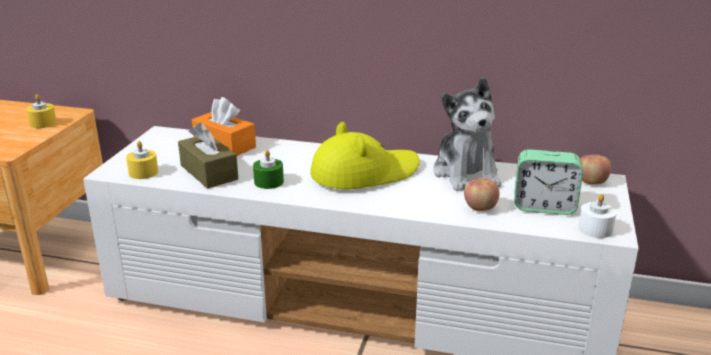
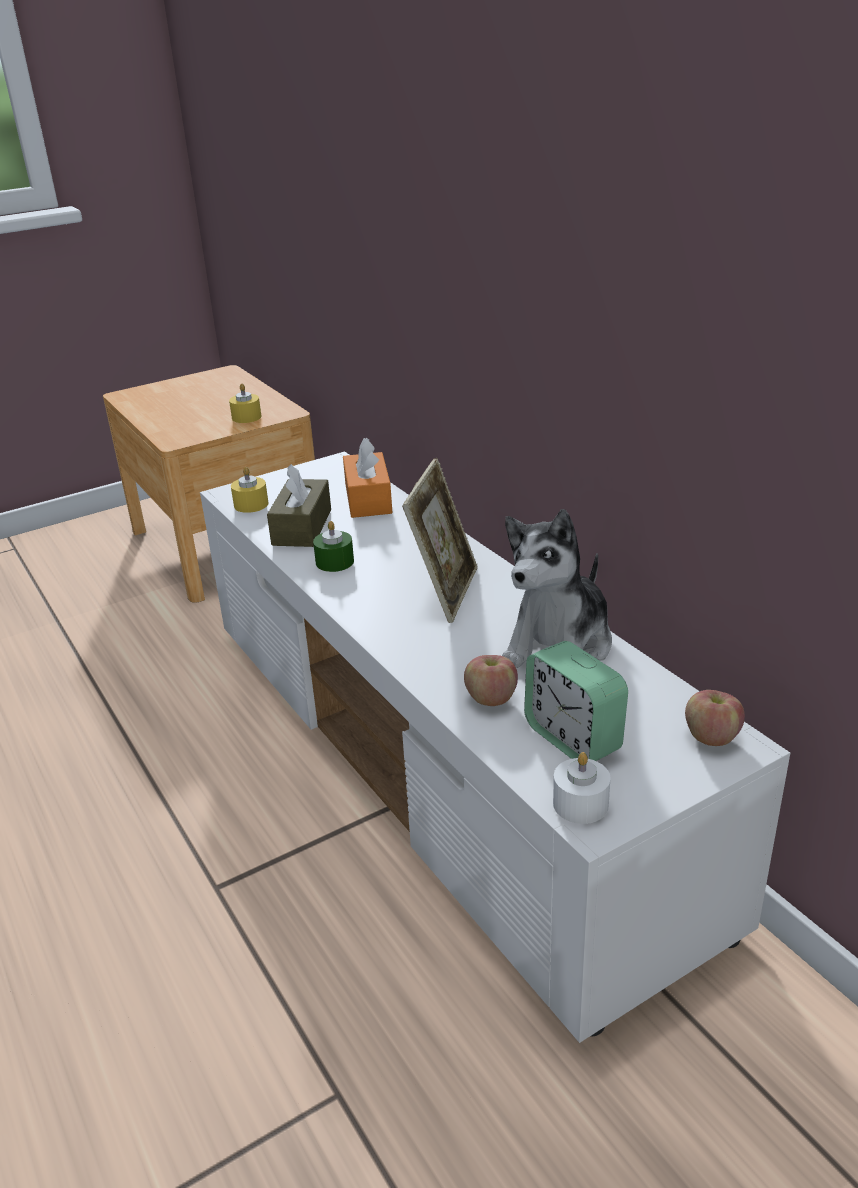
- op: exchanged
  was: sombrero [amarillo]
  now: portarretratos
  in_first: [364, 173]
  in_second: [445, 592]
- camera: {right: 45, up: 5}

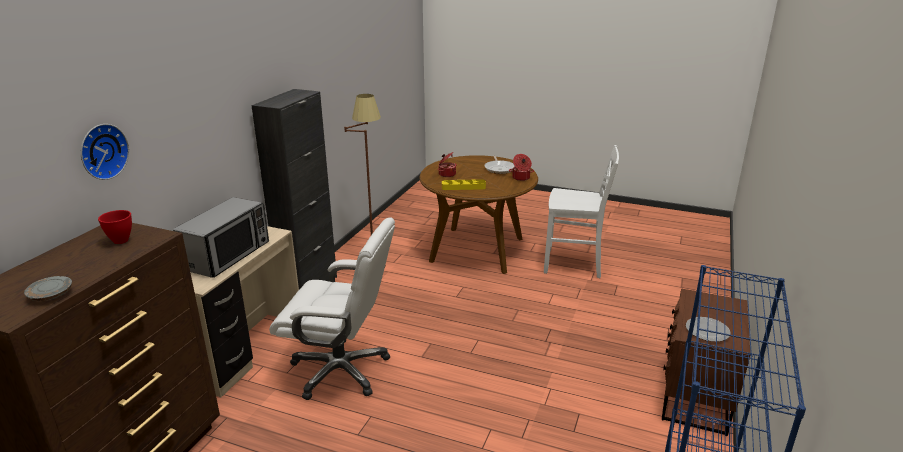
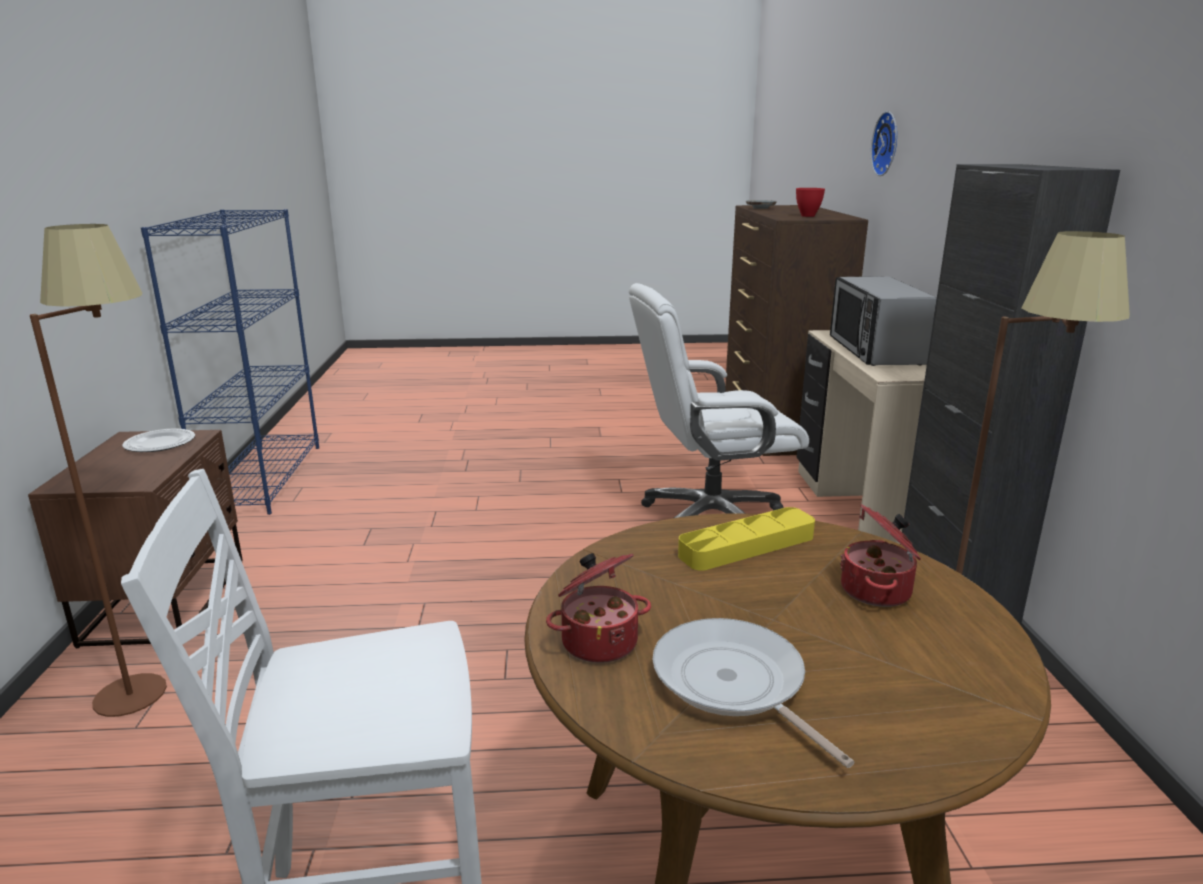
- op: appeared
  now: lámpara de pie [marrón]
  in_second: [160, 694]
- camera: {right: 155, up: -5}

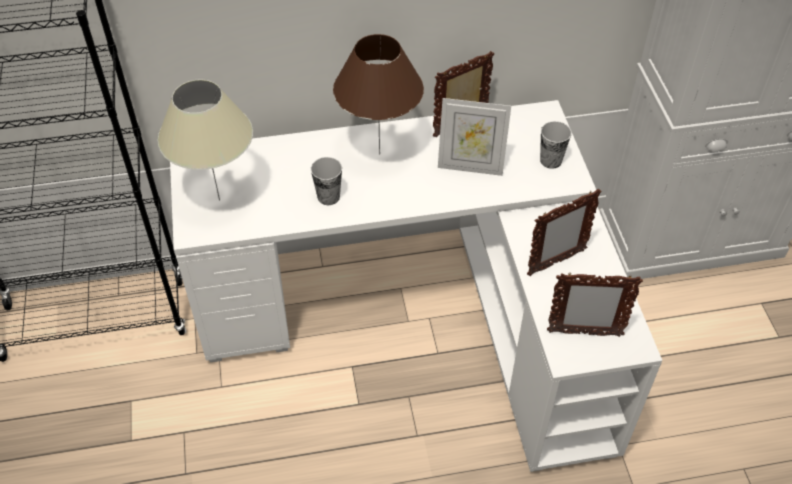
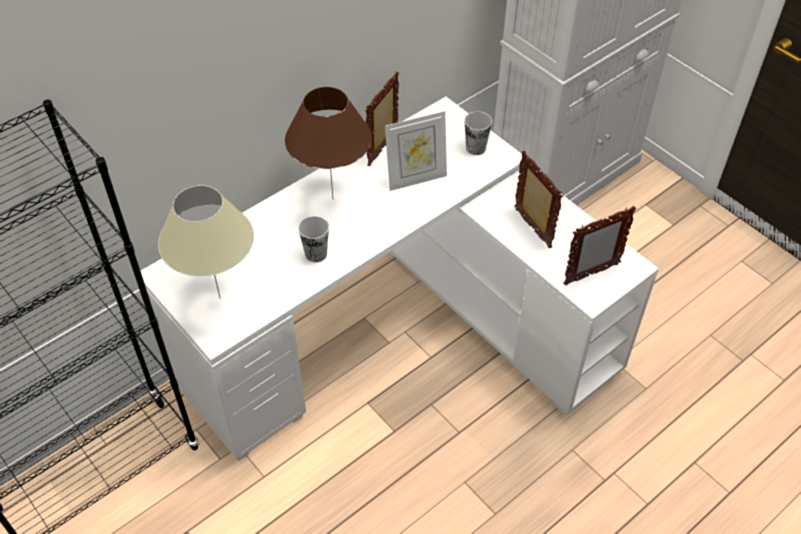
- op: spun
  was: portarretratos
  in_first: [555, 262]
  in_second: [532, 229]
  clockwise: -60
- camera: {right: -30, up: 0}

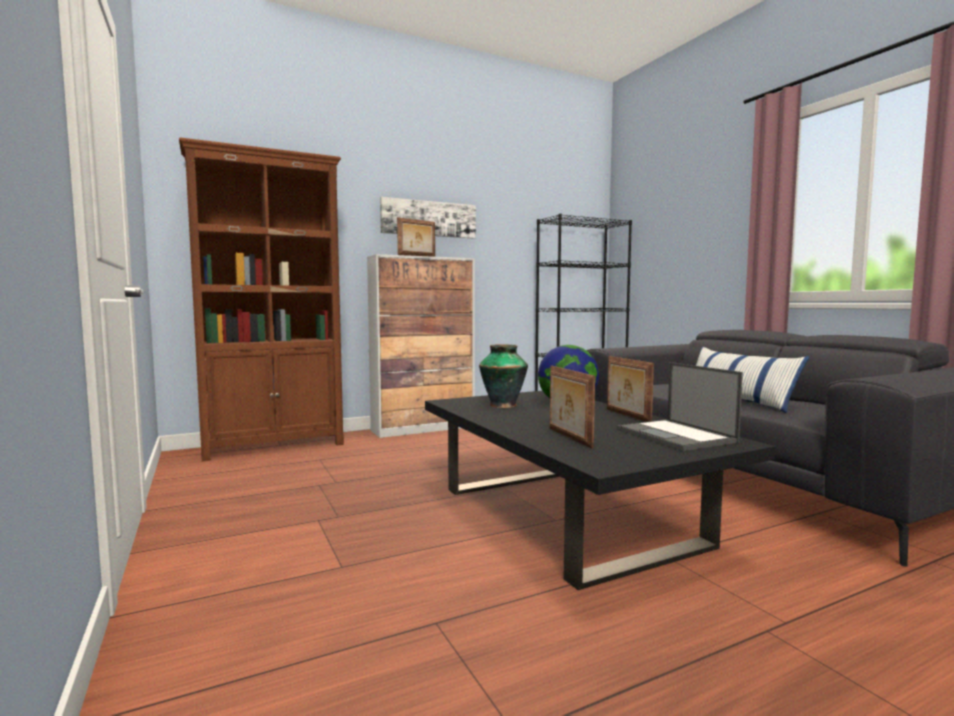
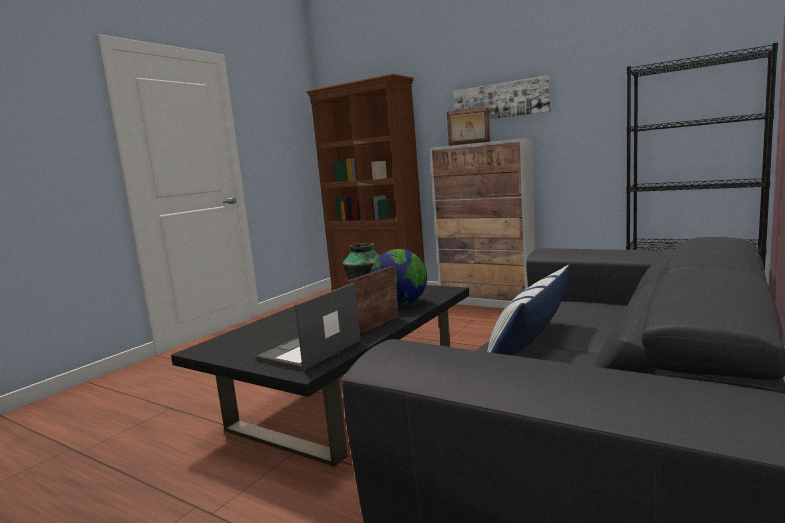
- op: missing
  was: portarretratos
  in_first: [568, 437]
- camera: {right: 60, up: 5}

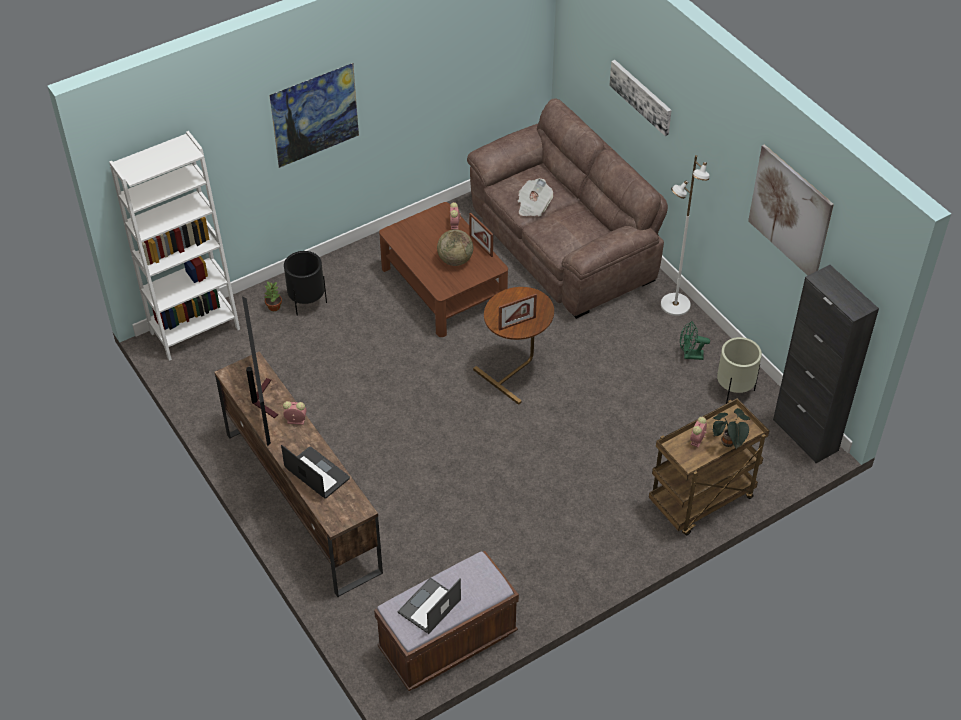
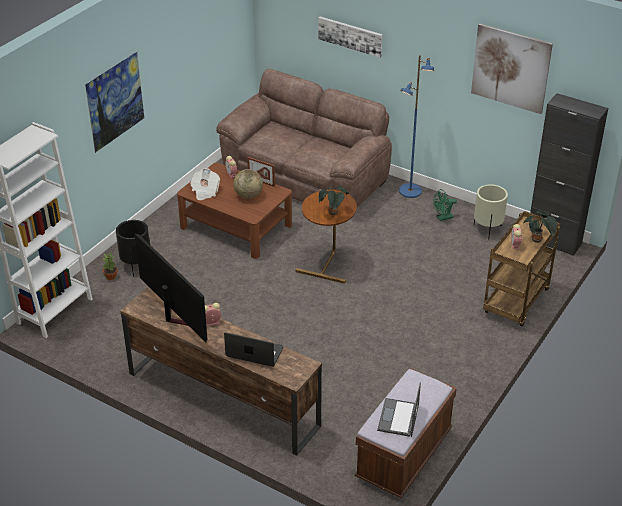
- op: colour
  was: lámpara de pie [blanco]
  now: lámpara de pie [azul]
  in_first: [675, 305]
  in_second: [410, 191]
- op: relocated
  was: periódico
  in_first: [533, 206]
  in_second: [205, 191]
- op: exchanged
  was: portarretratos
  now: planta en maceta
  in_first: [517, 323]
  in_second: [333, 213]
- camera: {right: -25, up: -10}

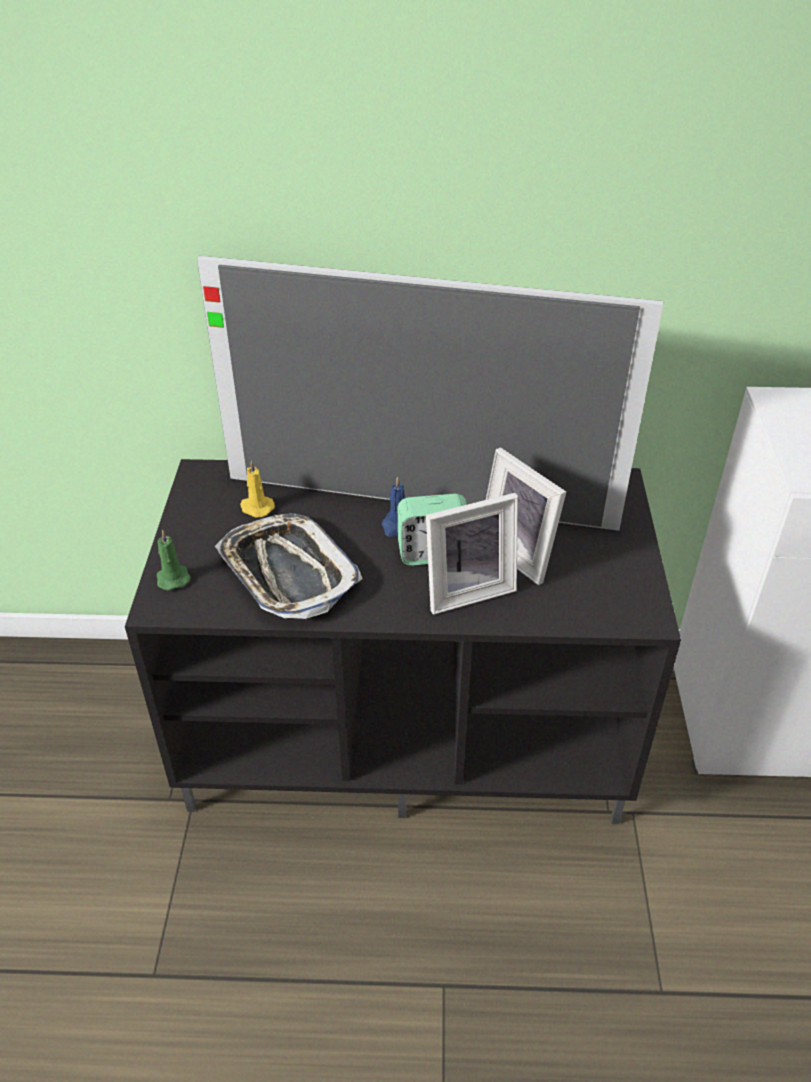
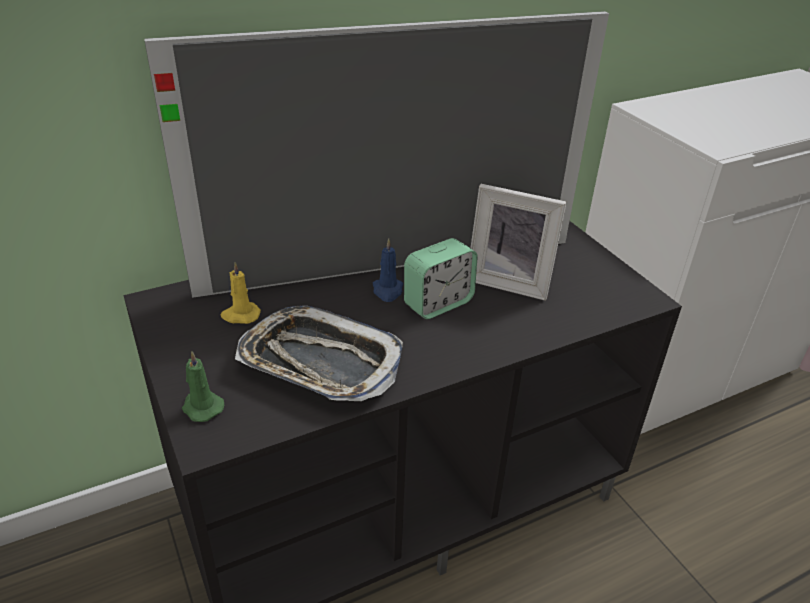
- op: missing
  was: portarretratos
  in_first: [467, 589]
- camera: {right: -30, up: -5}

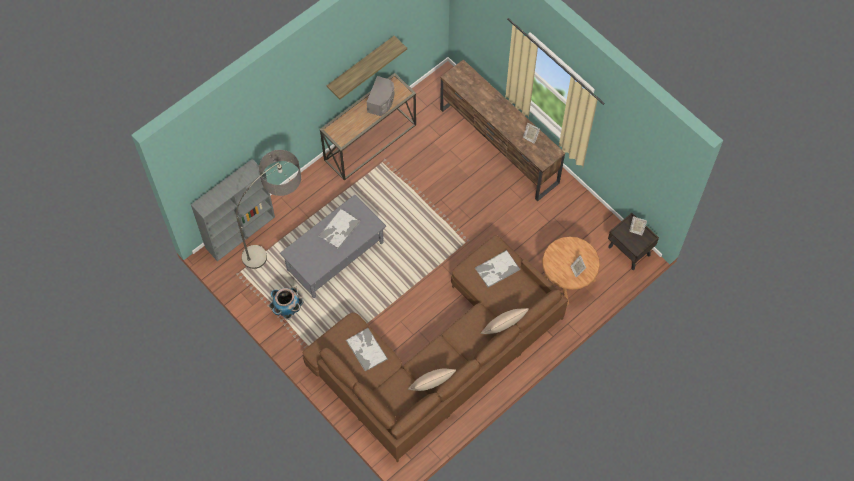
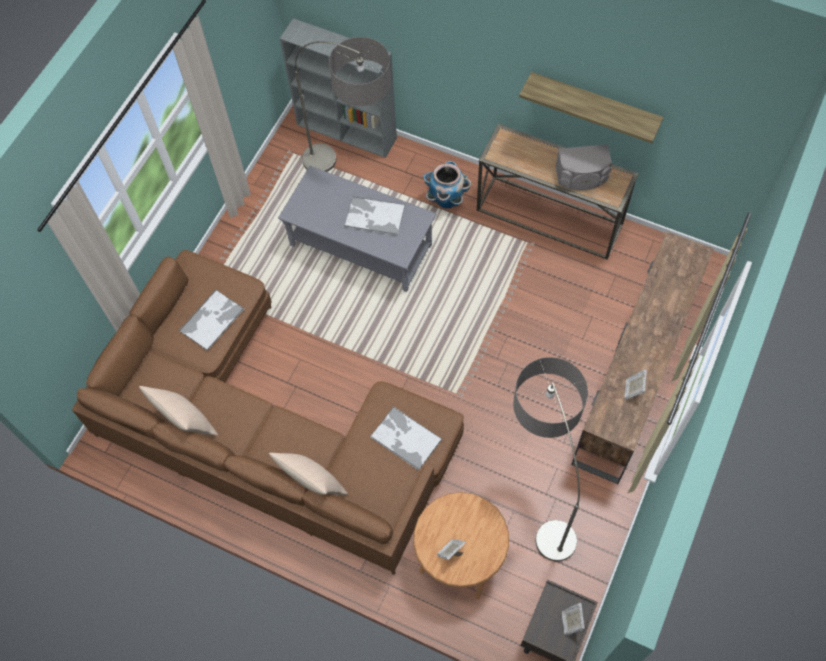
- op: relocated
  was: maceta
  in_first: [287, 310]
  in_second: [446, 199]
- op: appeared
  now: lámpara de pie
  in_second: [539, 495]
- camera: {right: 70, up: 0}

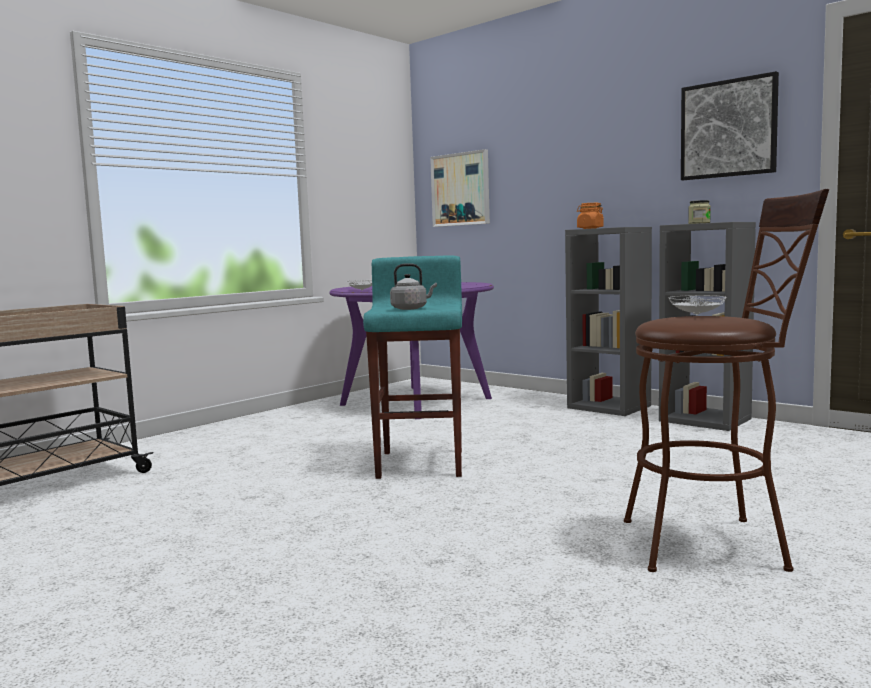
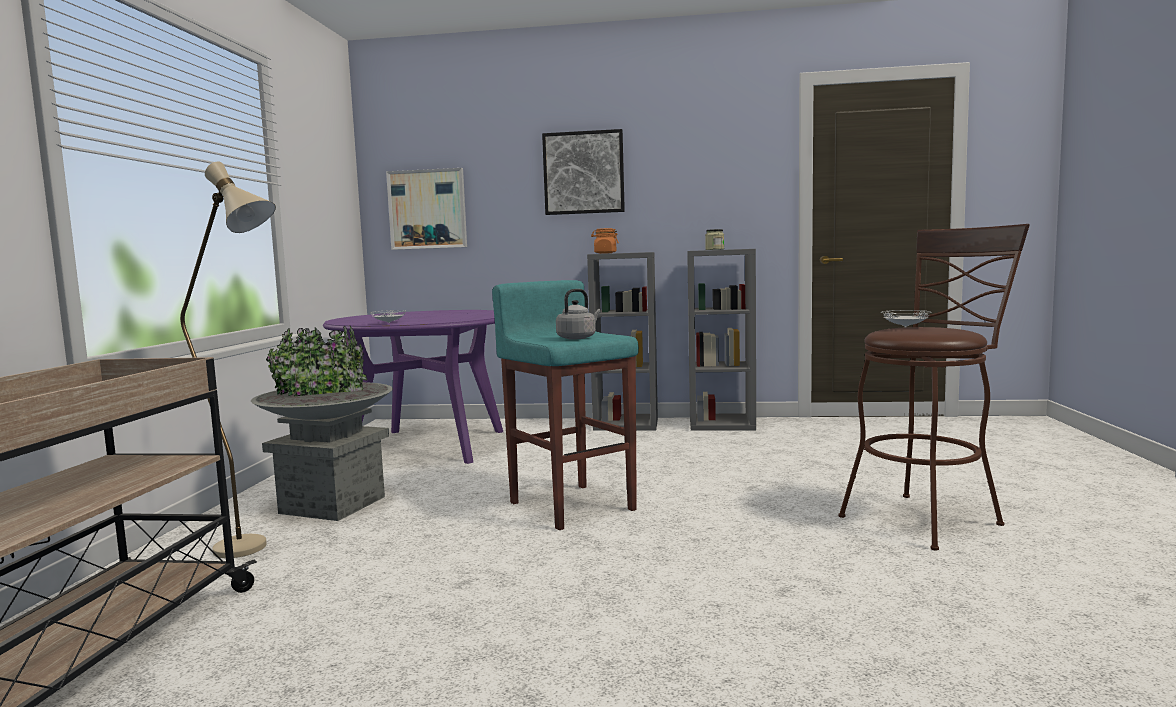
- op: relocated
  was: cuadro
  in_first: [728, 129]
  in_second: [583, 173]
- op: appeared
  now: lámpara de pie [beis]
  in_second: [254, 550]
- op: appeared
  now: maceta [gris]
  in_second: [333, 505]
- camera: {right: -35, up: 0}

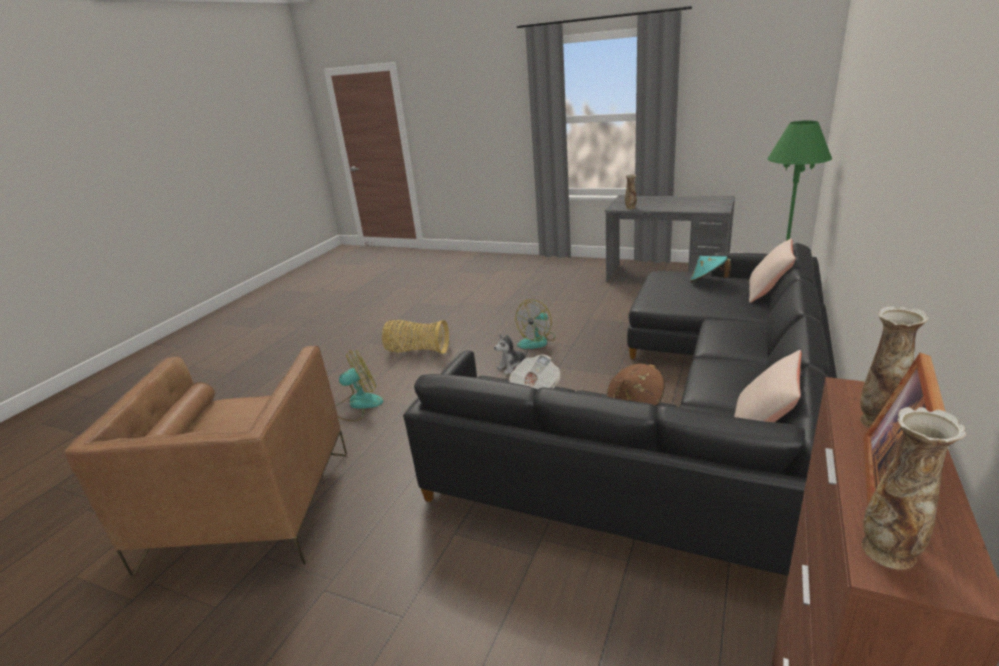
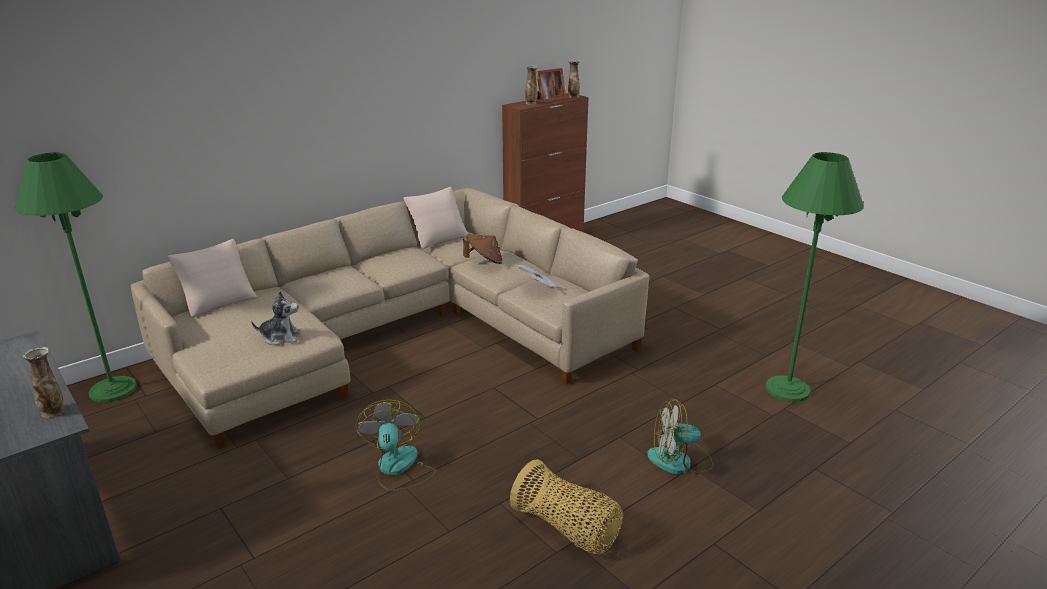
- op: colour
  was: sofá [negro]
  now: sofá [beis]
  in_first: [685, 417]
  in_second: [398, 334]
- op: missing
  was: sombrero [turquesa]
  in_first: [708, 281]
- op: spun
  was: ventilador
  in_first: [537, 341]
  in_second: [398, 468]
  clockwise: -75
- op: relocated
  was: peluche
  in_first: [512, 367]
  in_second: [280, 337]
- op: exchanged
  was: sillón [marrón]
  now: lámpara de pie [verde]
  in_first: [251, 509]
  in_second: [787, 389]
- camera: {right: -155, up: 0}

